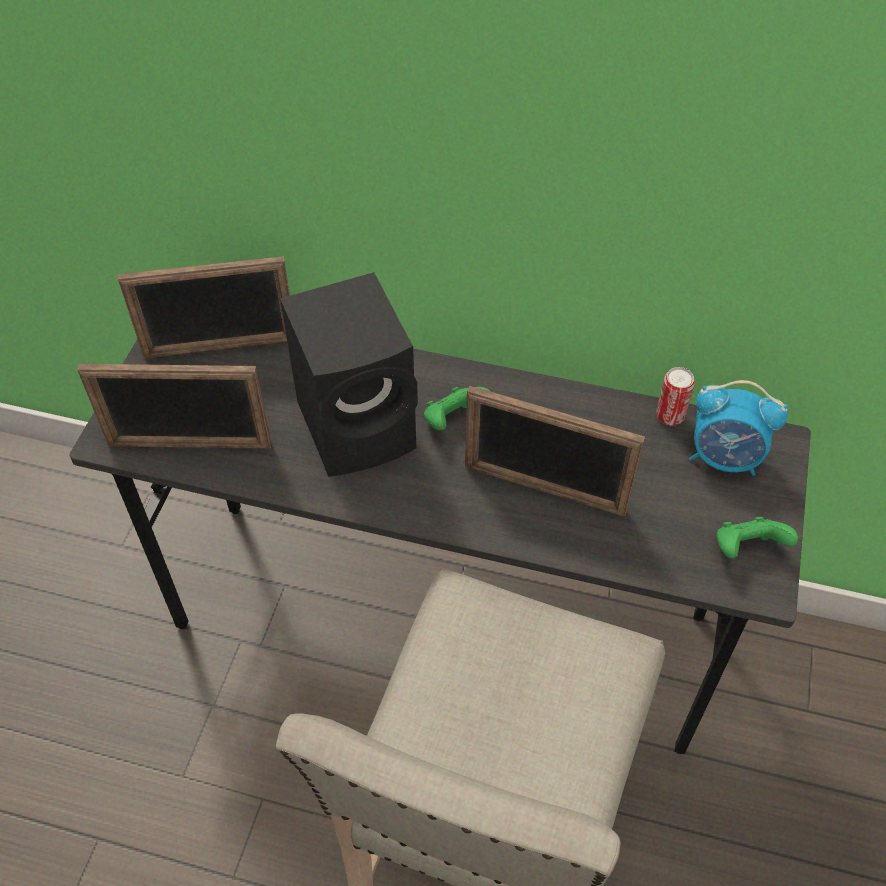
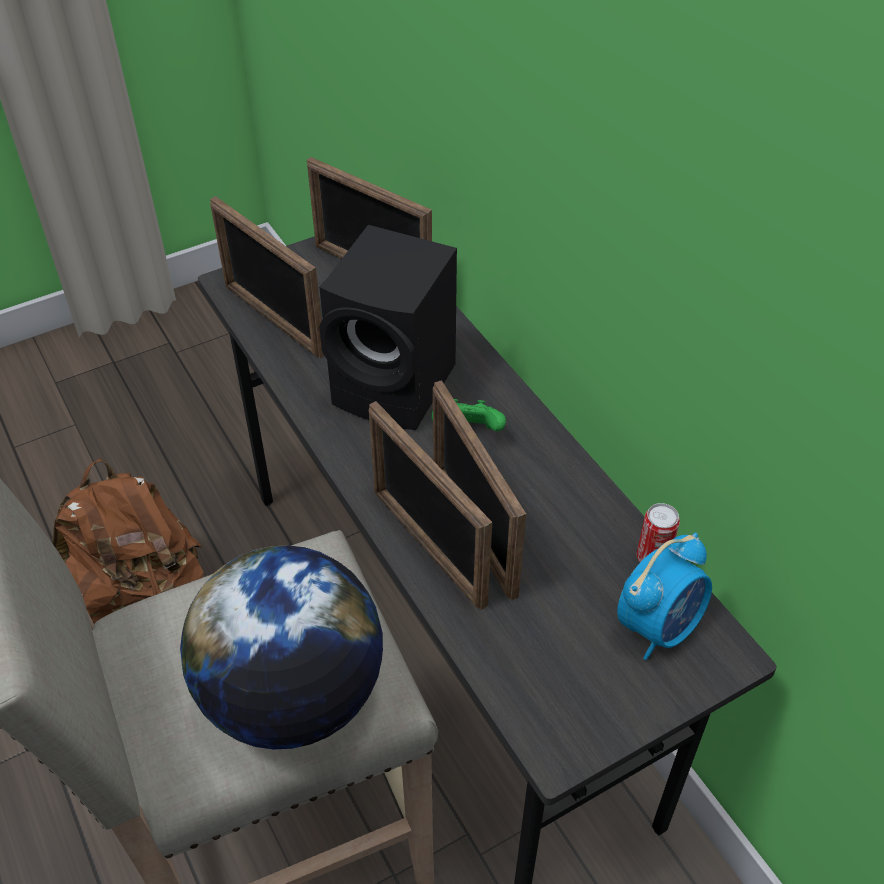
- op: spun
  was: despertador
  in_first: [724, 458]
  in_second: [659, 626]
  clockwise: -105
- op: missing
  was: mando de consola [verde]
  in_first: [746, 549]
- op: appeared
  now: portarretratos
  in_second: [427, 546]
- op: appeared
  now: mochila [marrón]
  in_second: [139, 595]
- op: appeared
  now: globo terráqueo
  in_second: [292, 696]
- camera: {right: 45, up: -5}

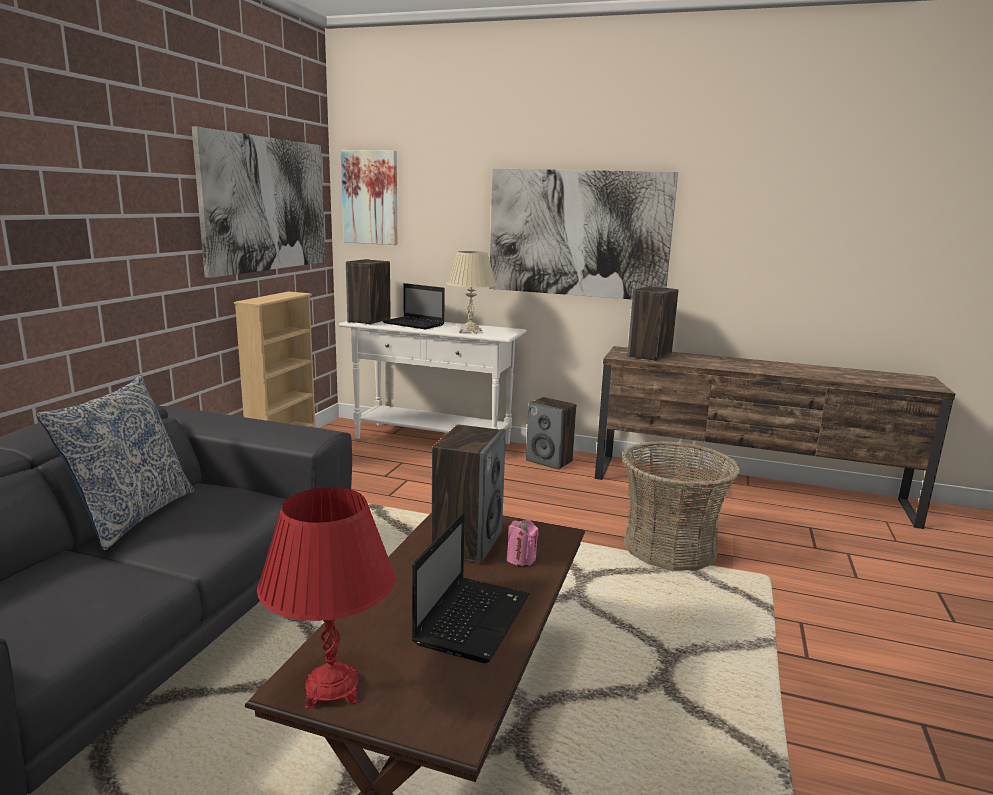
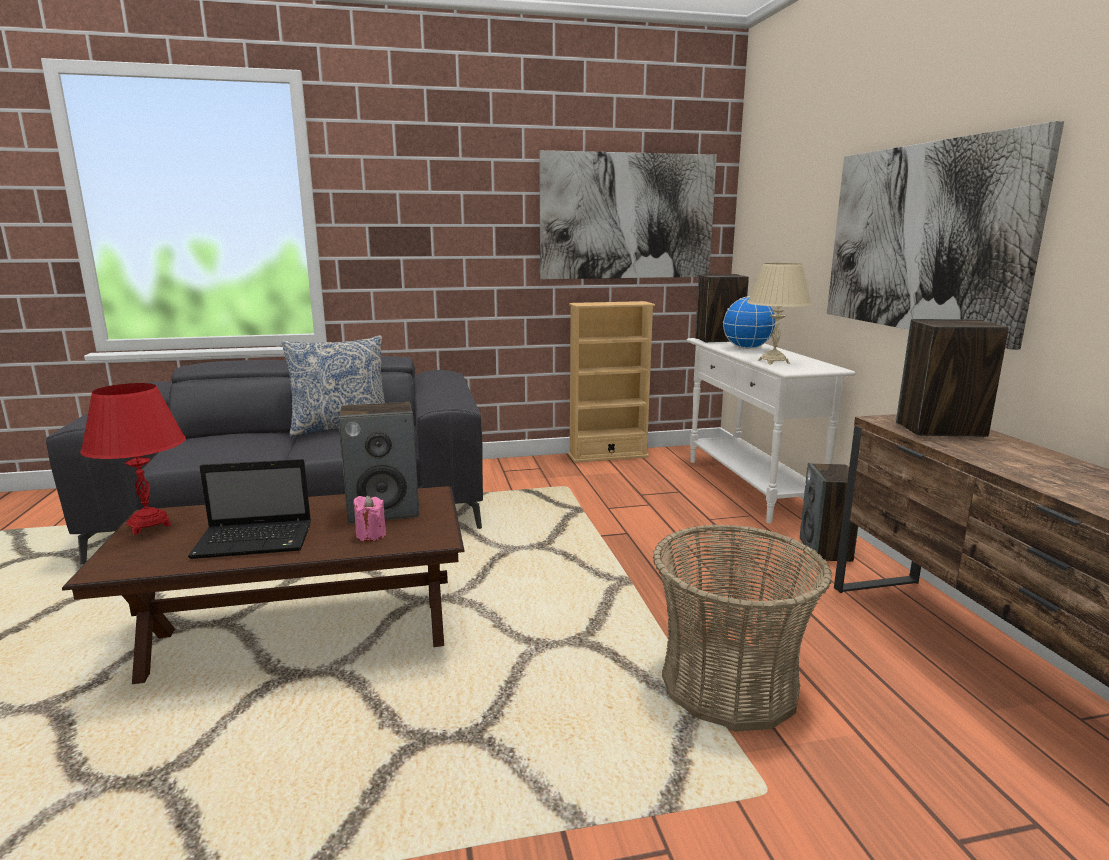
- op: missing
  was: cuadro
  in_first: [370, 197]
- op: exchanged
  was: portátil
  now: globo terráqueo
  in_first: [415, 324]
  in_second: [747, 348]
- camera: {right: 60, up: 0}

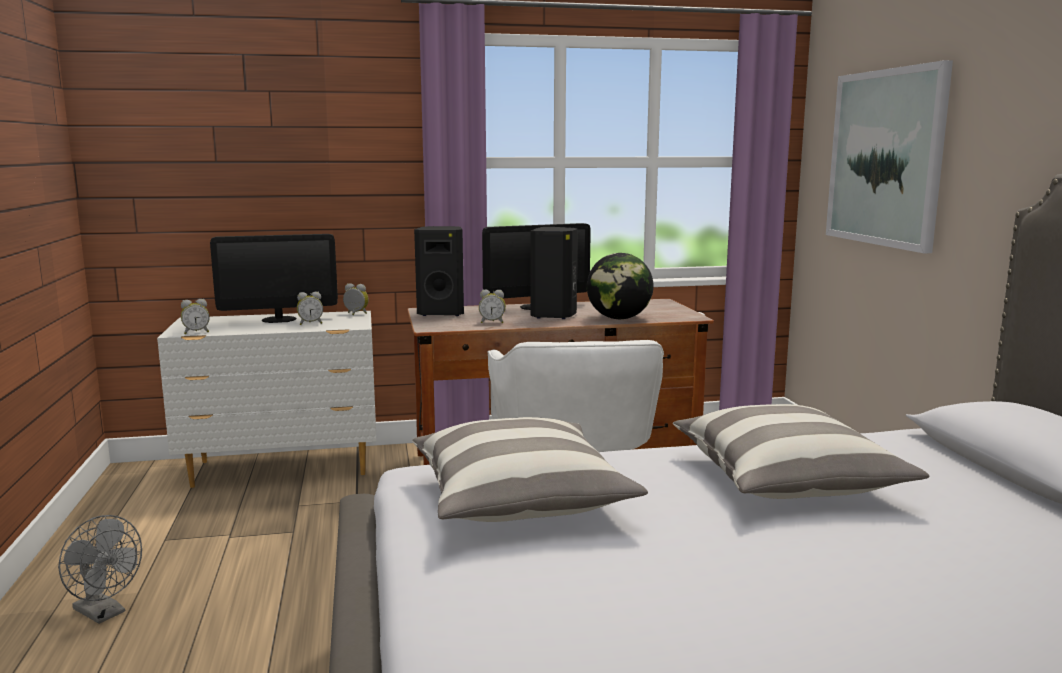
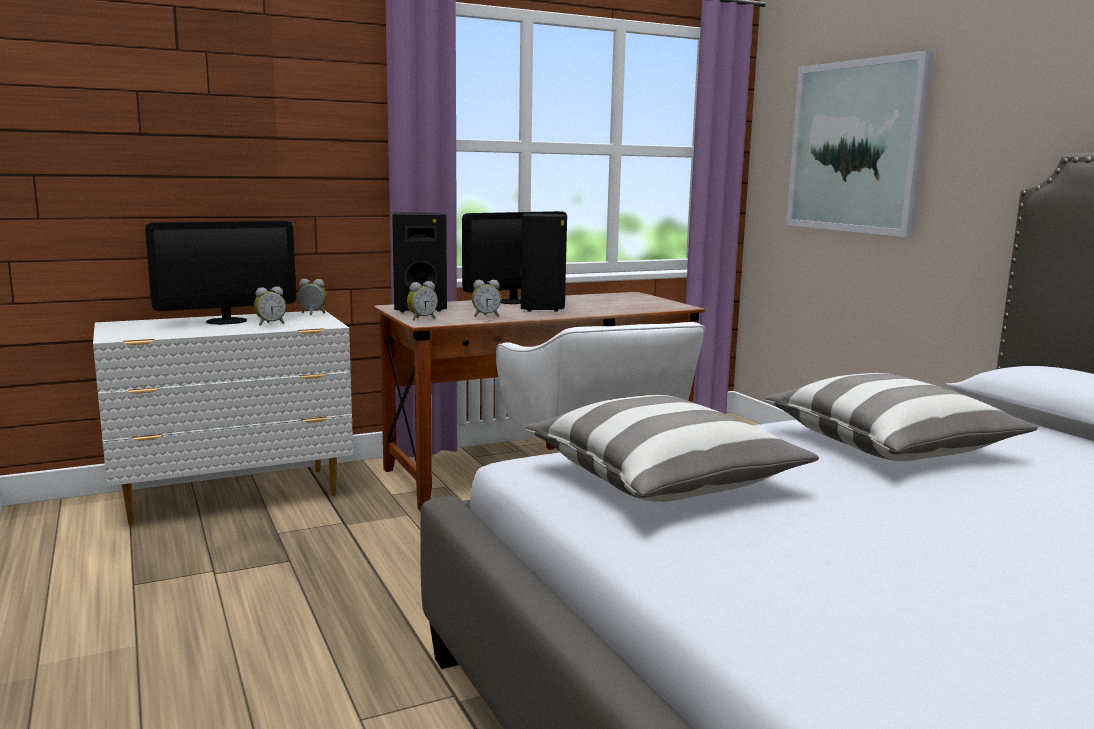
- op: missing
  was: globo terráqueo
  in_first: [619, 318]
- op: relocated
  was: despertador
  in_first: [196, 332]
  in_second: [421, 319]
- op: missing
  was: ventilador [gris]
  in_first: [104, 613]
- camera: {right: -15, up: 0}

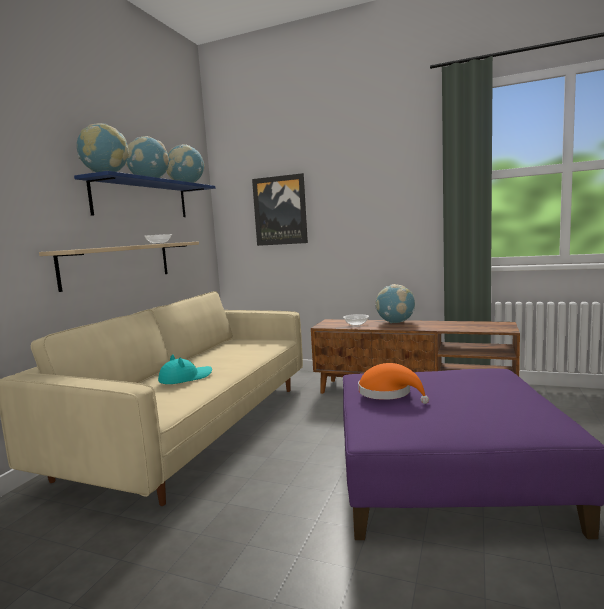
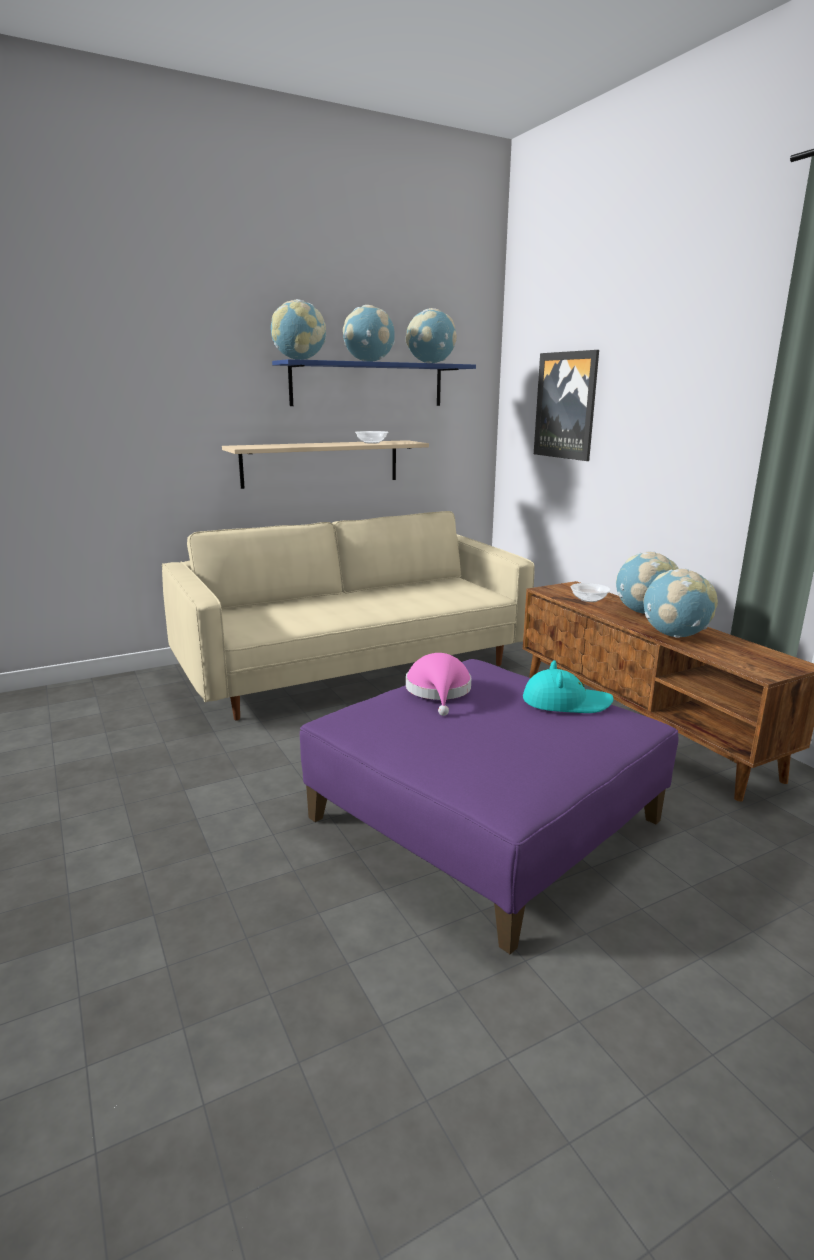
- op: relocated
  was: sombrero [turquesa]
  in_first: [185, 378]
  in_second: [565, 702]
- op: colour
  was: sombrero [naranja]
  now: sombrero [rosa]
  in_first: [388, 393]
  in_second: [439, 691]
- op: appeared
  now: globo terráqueo
  in_second: [674, 635]
- camera: {right: 40, up: 10}

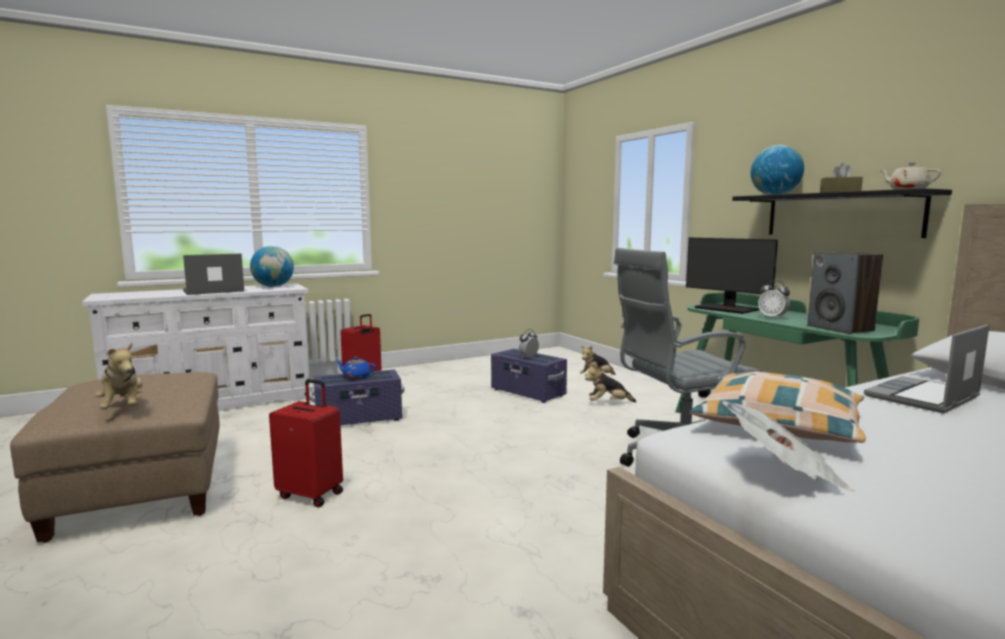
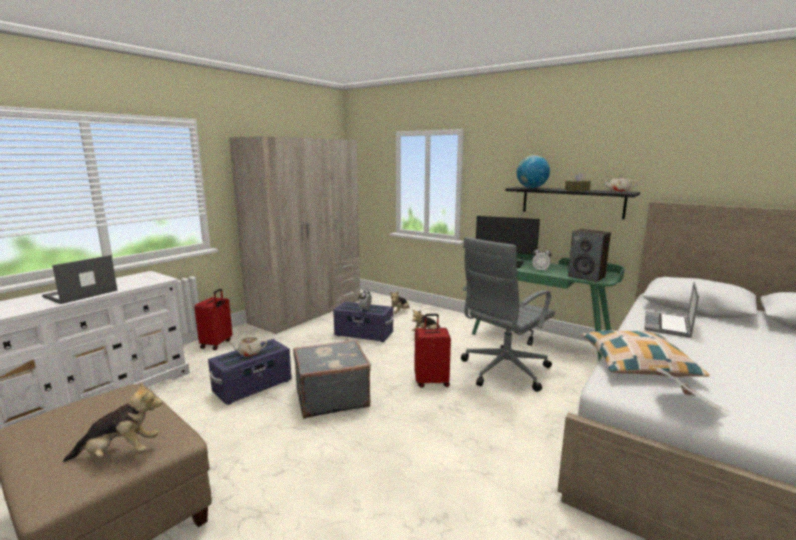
- op: missing
  was: globo terráqueo
  in_first: [273, 286]
- op: spun
  was: peluche
  in_first: [124, 407]
  in_second: [119, 453]
  clockwise: -45
- op: colour
  was: tetera [azul]
  now: tetera [beis]
  in_first: [356, 377]
  in_second: [249, 353]
- op: relocated
  was: maleta [rojo]
  in_first: [311, 494]
  in_second: [431, 381]
- op: appeared
  now: armario ropero [beis]
  in_second: [308, 311]
- op: appeared
  now: maleta [gris]
  in_second: [331, 397]
- camera: {right: -25, up: 5}

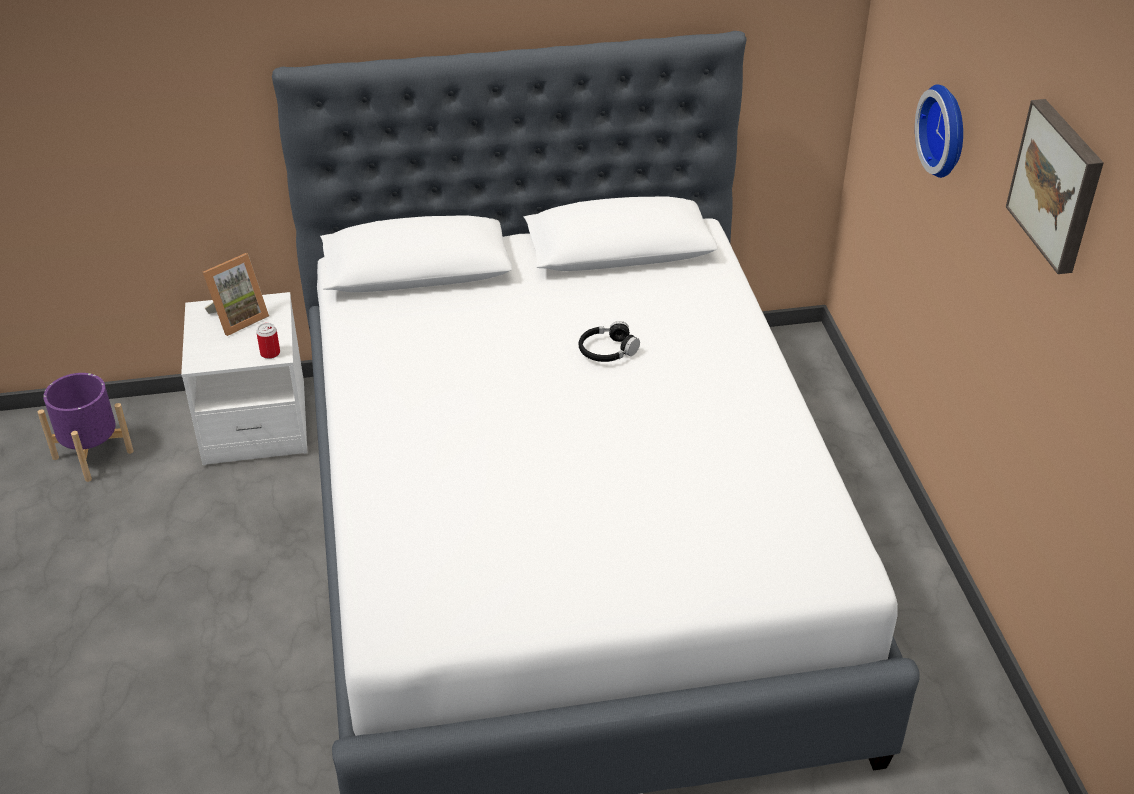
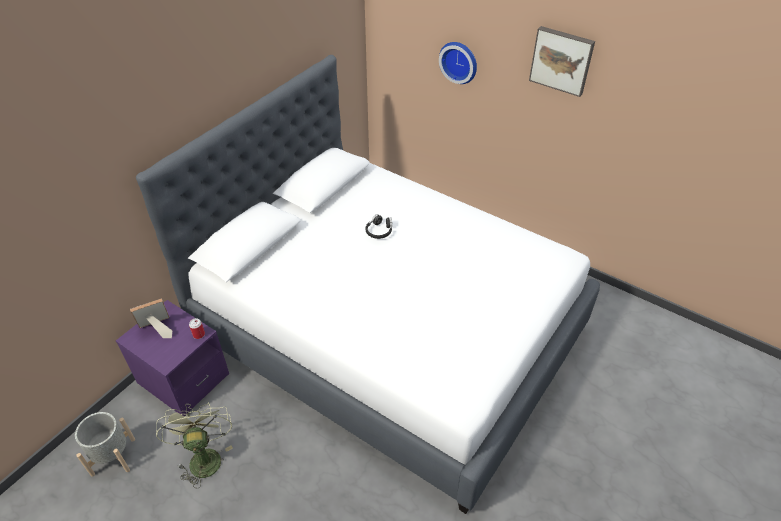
- op: spun
  was: portarretratos
  in_first: [237, 318]
  in_second: [157, 329]
  clockwise: -120
- op: colour
  was: mesita de noche [blanco]
  now: mesita de noche [morado]
  in_first: [255, 423]
  in_second: [183, 379]
- op: colour
  was: maceta [morado]
  now: maceta [gris]
  in_first: [92, 454]
  in_second: [113, 456]
- op: appeared
  now: ventilador [verde]
  in_second: [203, 456]
- camera: {right: -45, up: 5}

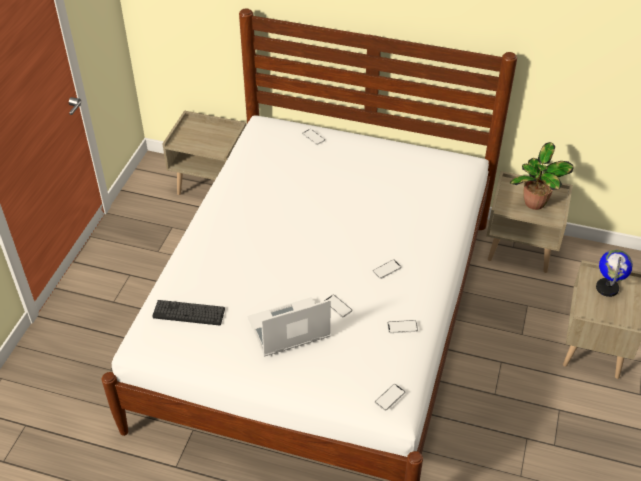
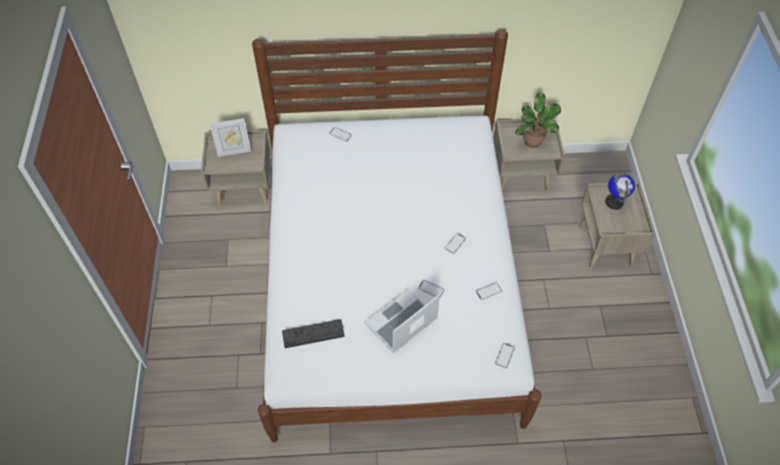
- op: appeared
  now: portarretratos
  in_second: [234, 151]
- camera: {right: -20, up: 10}

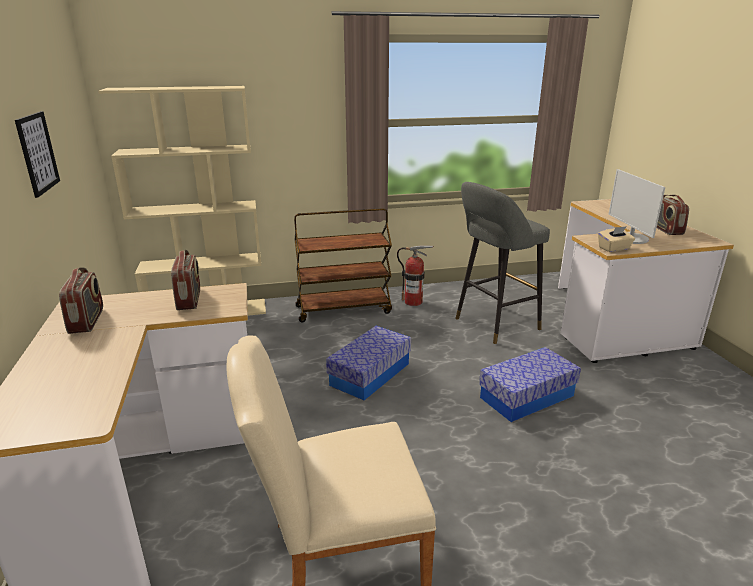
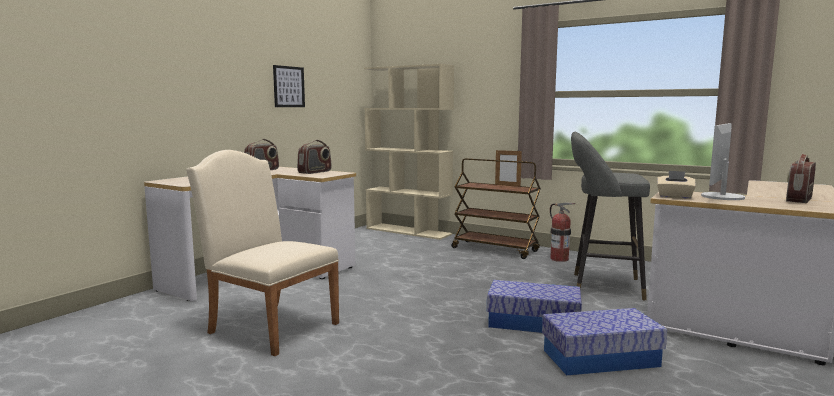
- op: relocated
  was: caja de almacenaje
  in_first: [370, 374]
  in_second: [600, 358]
- op: appeared
  now: portarretratos
  in_second: [507, 185]
- camera: {right: 45, up: -15}

